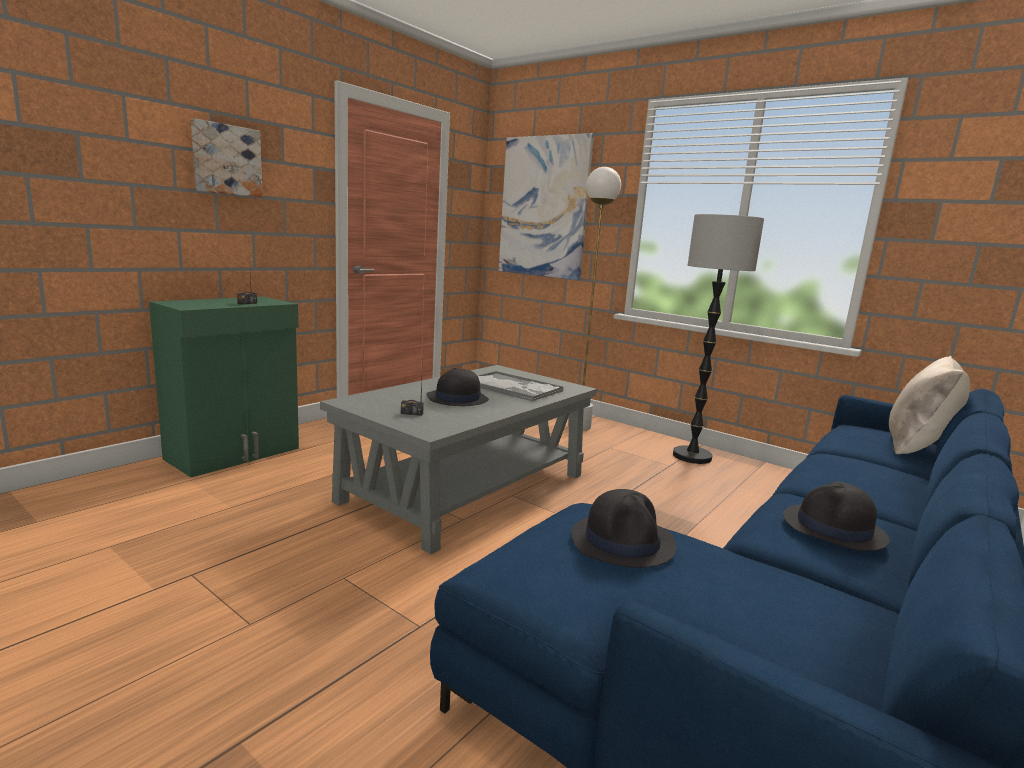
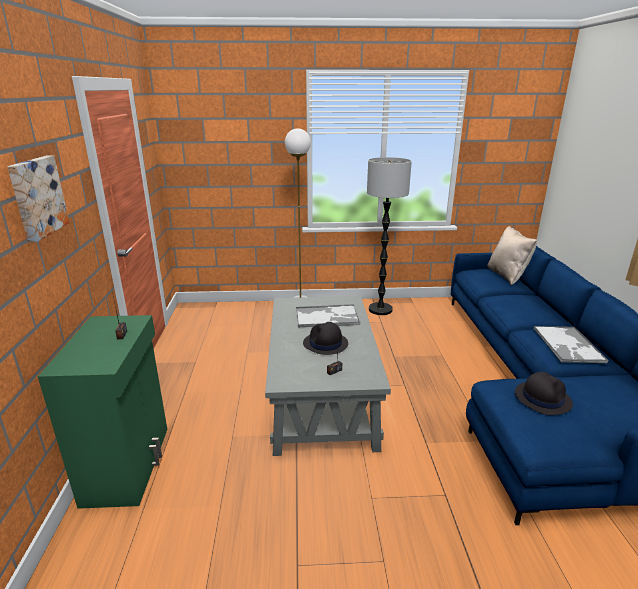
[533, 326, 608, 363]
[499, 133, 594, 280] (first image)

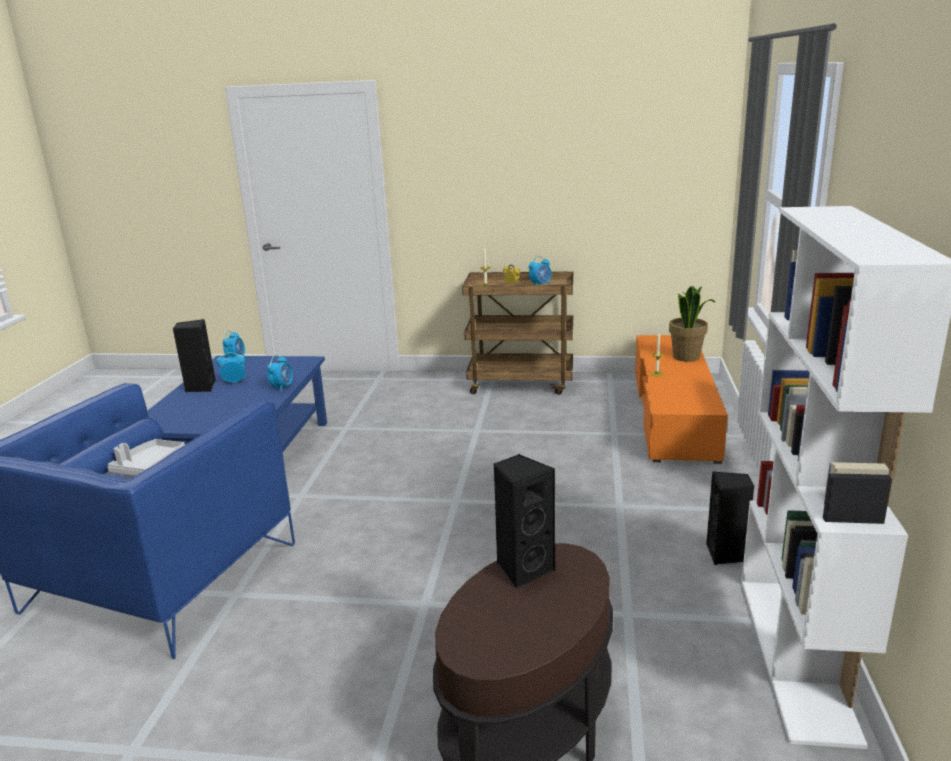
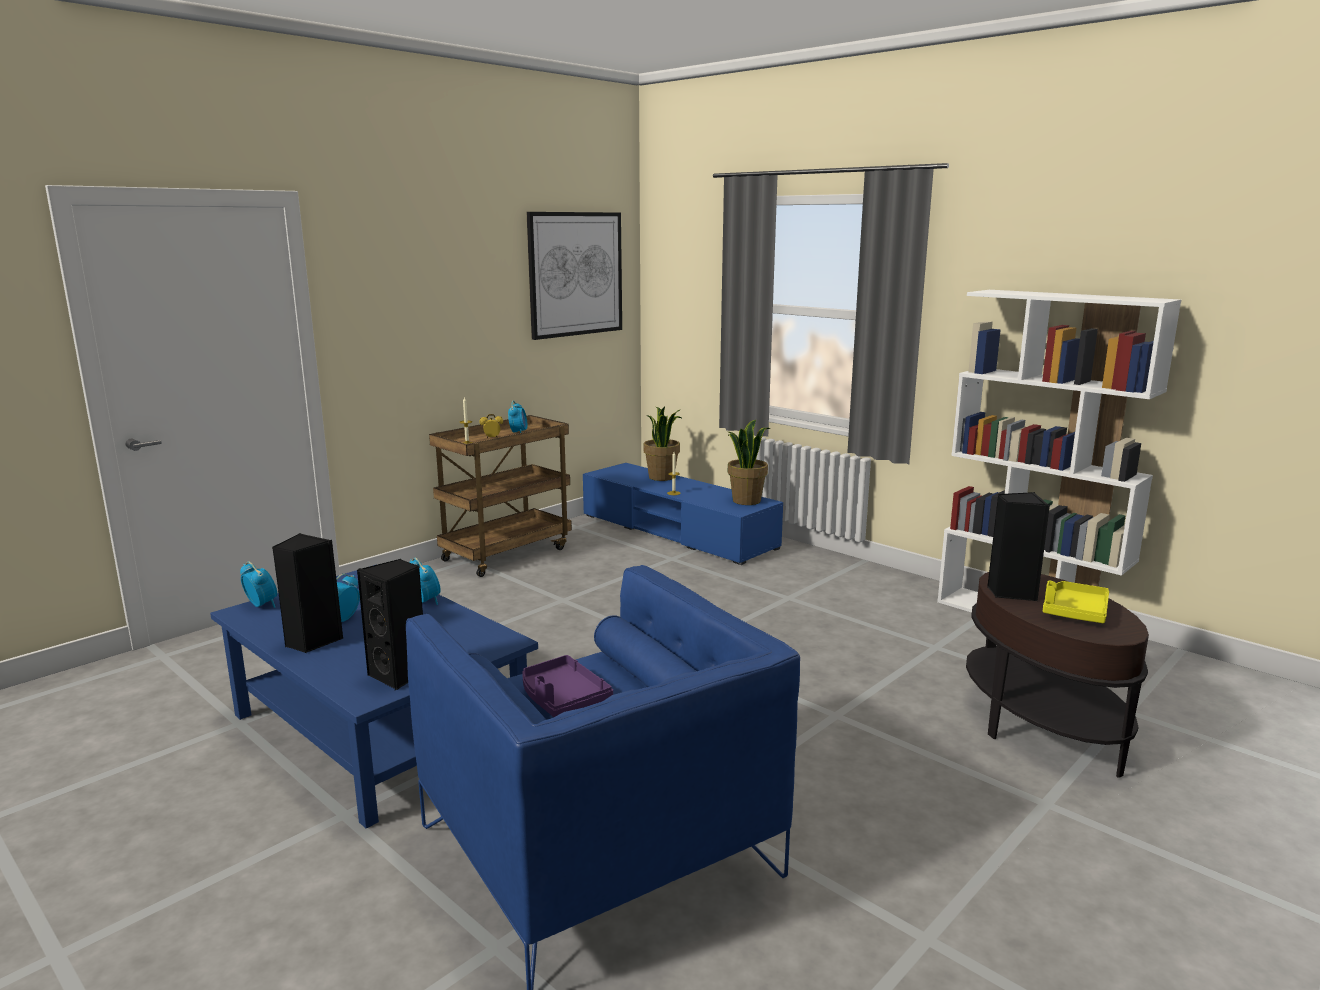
[357, 559, 423, 690]
[522, 655, 613, 717]
[526, 212, 622, 340]
[583, 463, 783, 565]
[728, 420, 771, 505]
[1043, 580, 1109, 623]

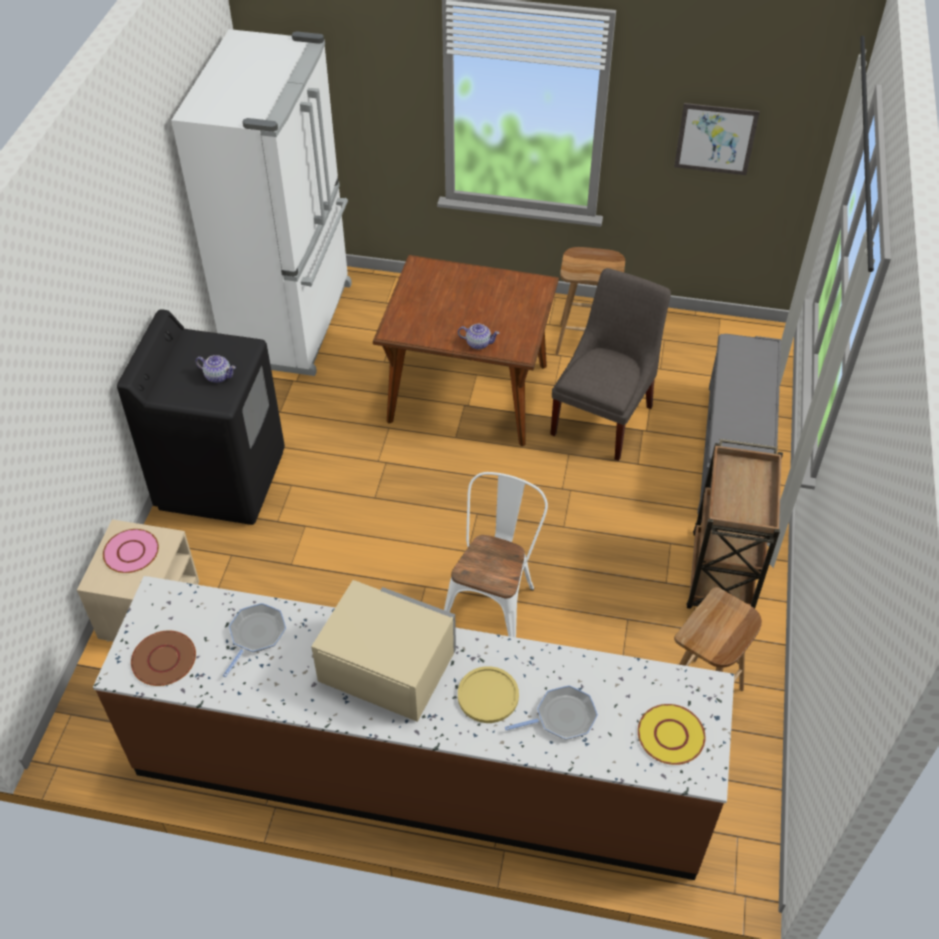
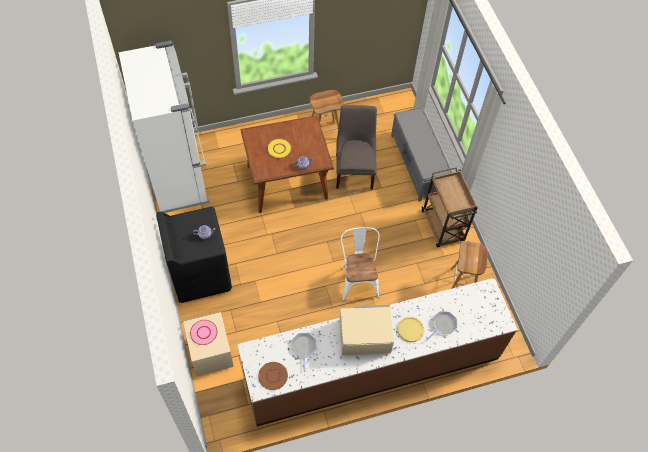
[267, 139, 292, 158]
[674, 103, 760, 175] (first image)

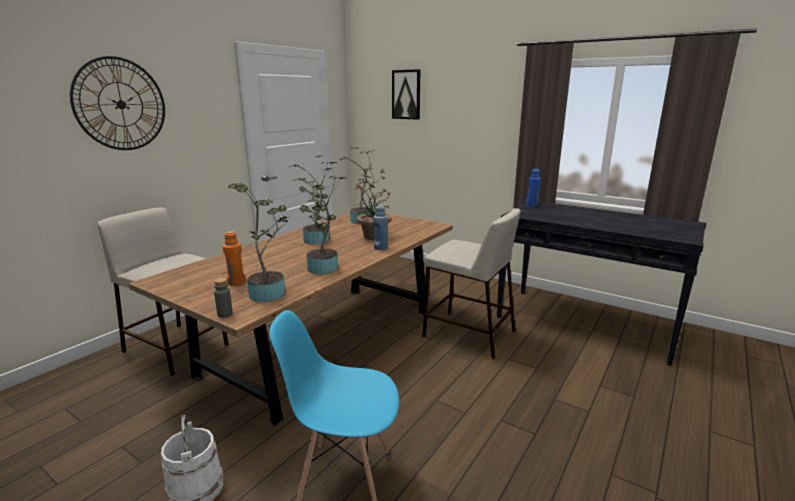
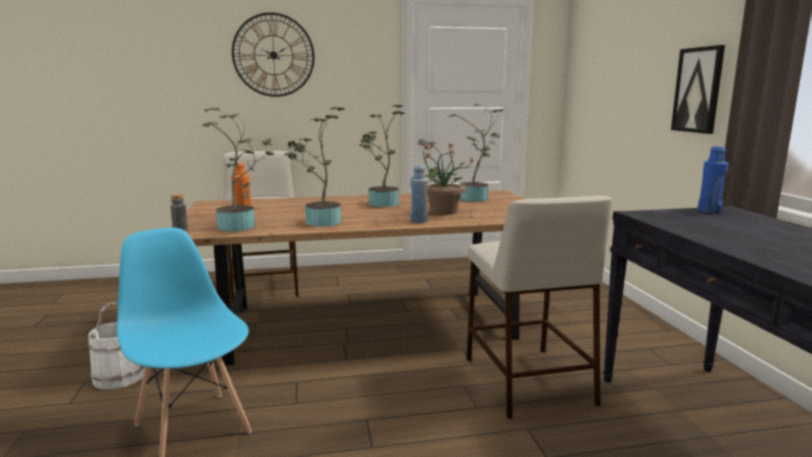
[671, 45, 725, 134]

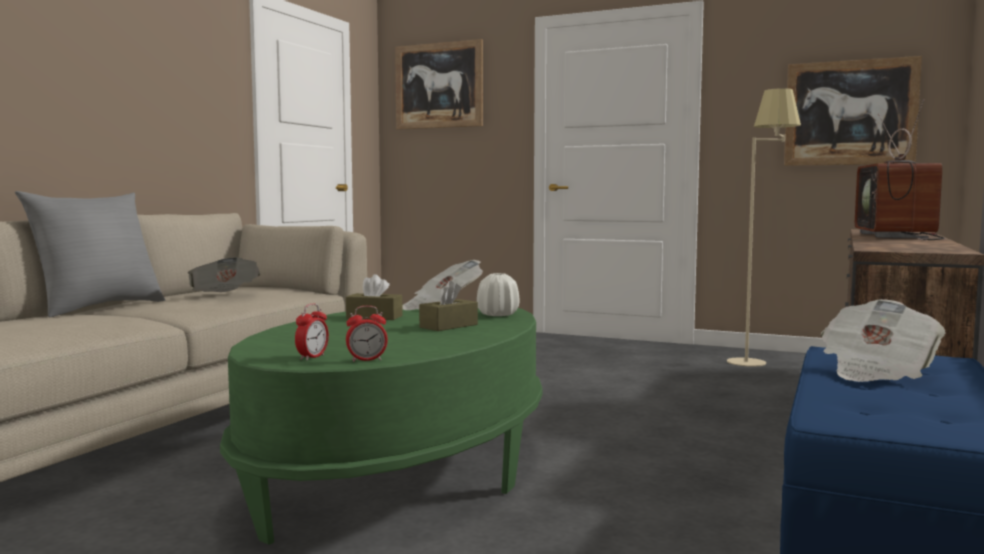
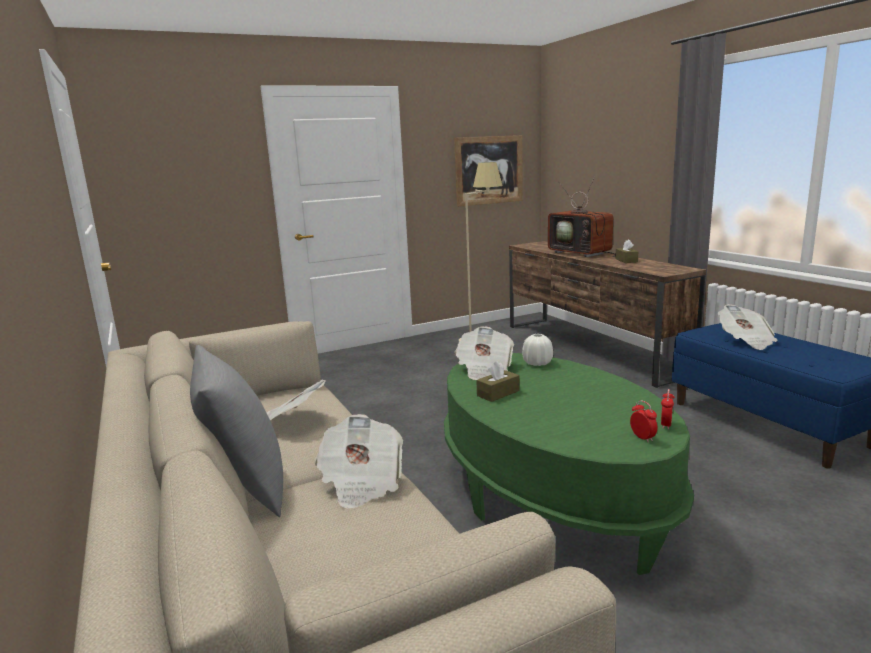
[315, 414, 403, 509]
[615, 239, 638, 263]
[395, 39, 483, 130] (first image)

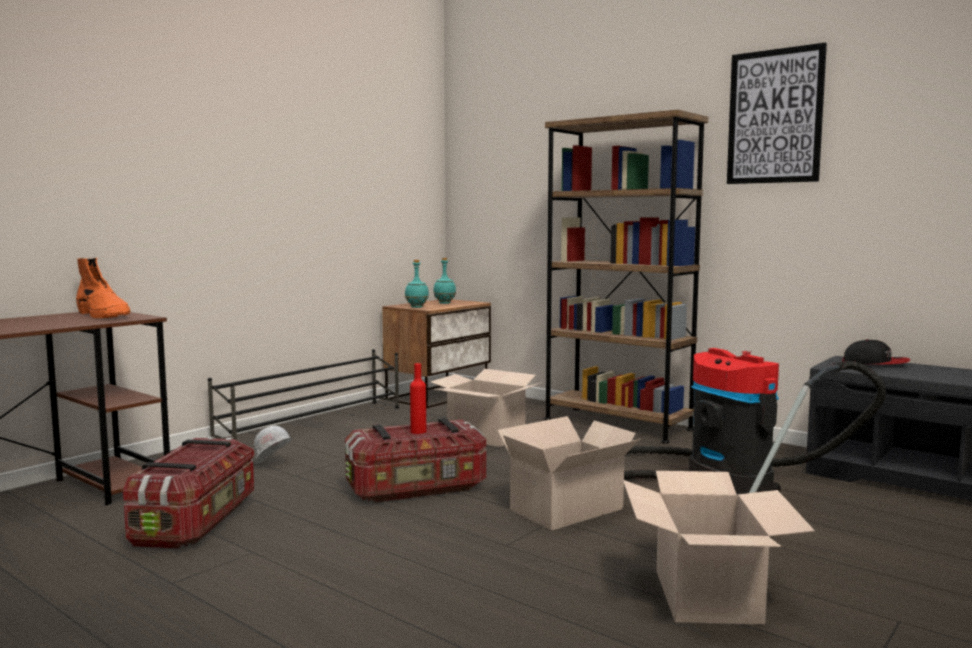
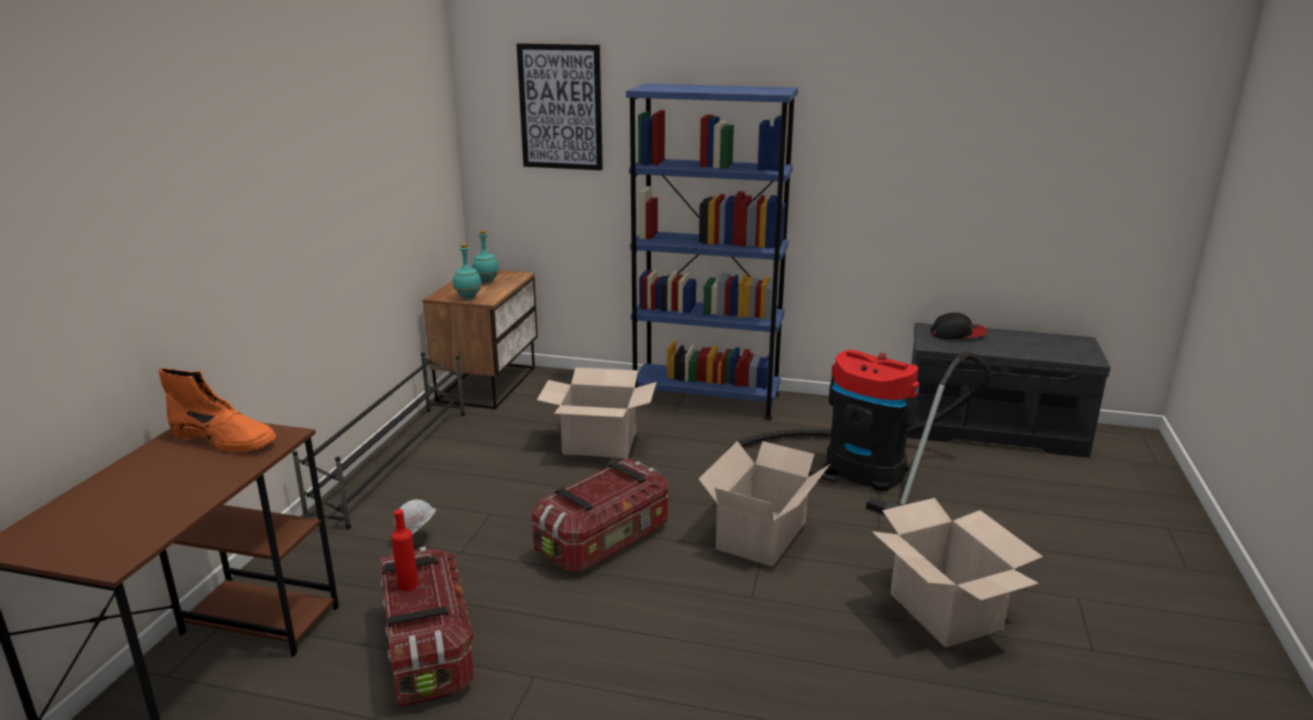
[391, 509, 418, 591]
[517, 43, 603, 171]
[626, 84, 798, 420]

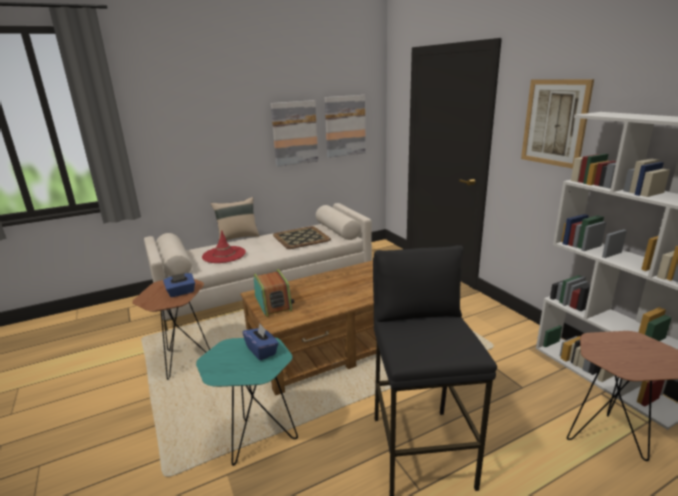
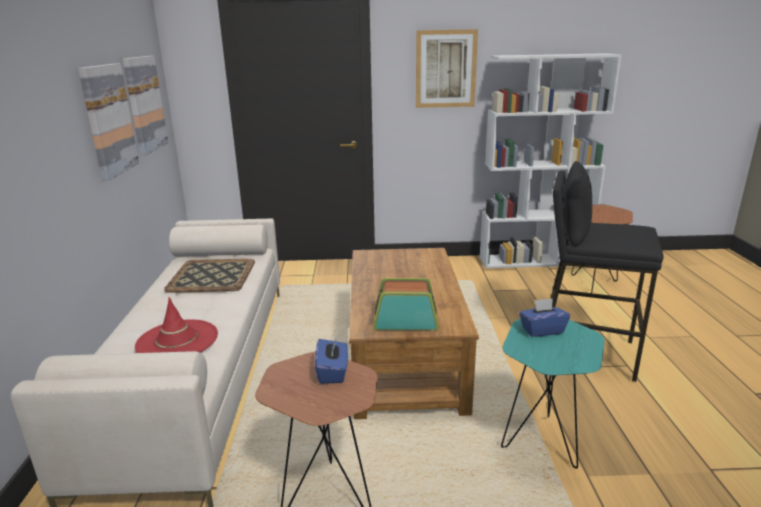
[210, 197, 260, 241] (first image)

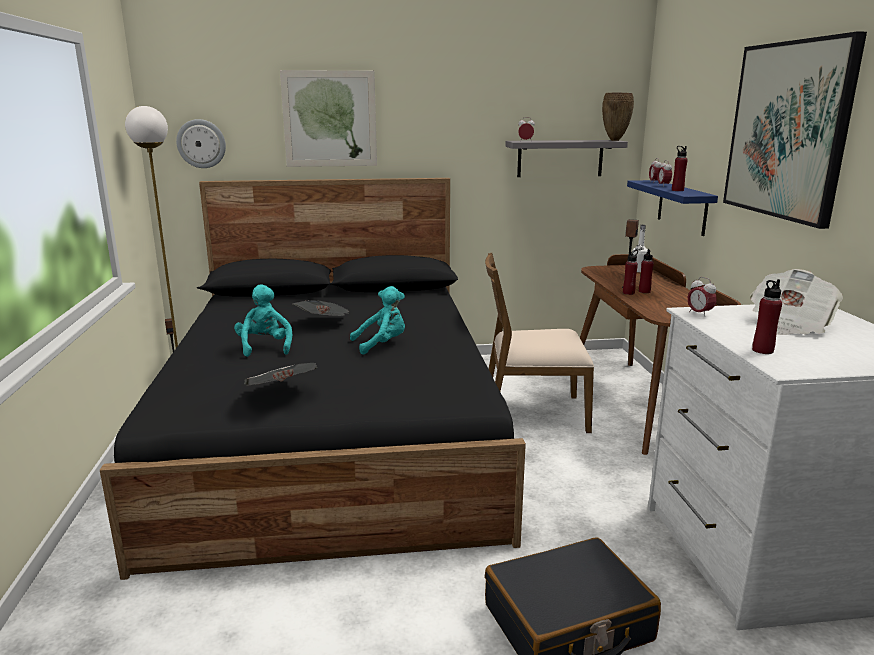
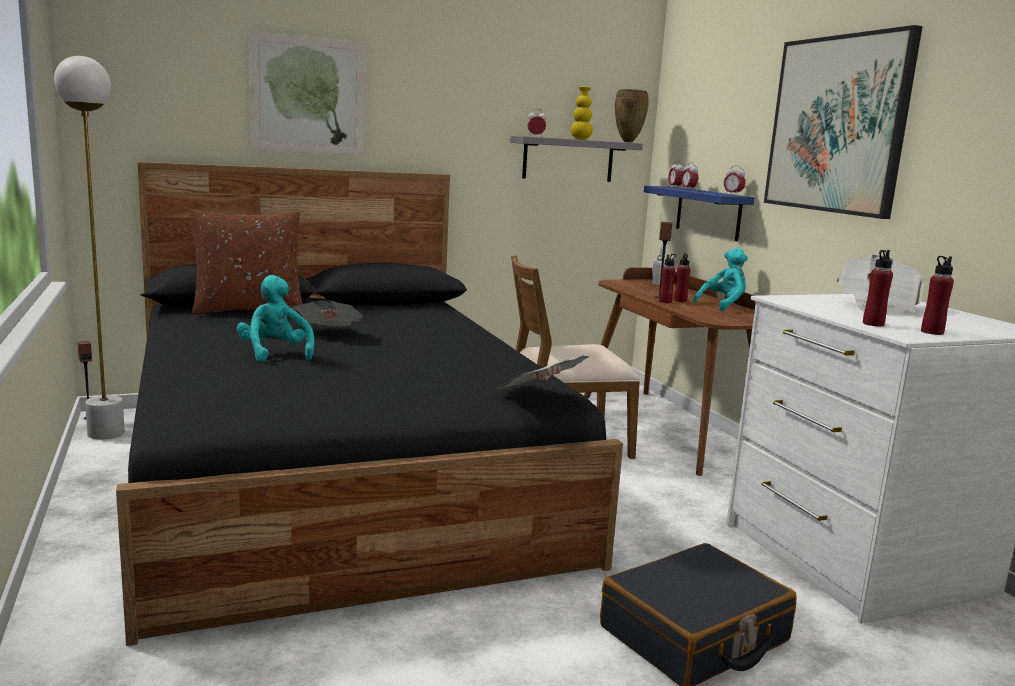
[189, 209, 303, 315]
[497, 355, 589, 389]
[571, 87, 593, 140]
[693, 248, 748, 311]
[724, 166, 745, 195]
[921, 256, 954, 335]
[176, 119, 226, 168] (first image)

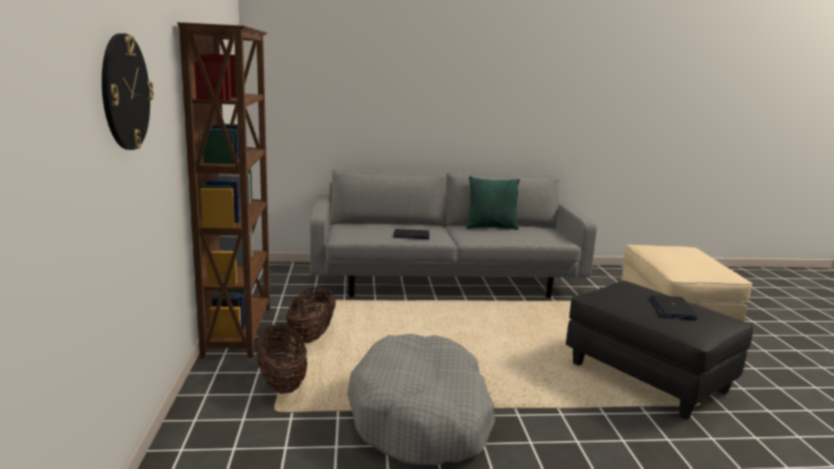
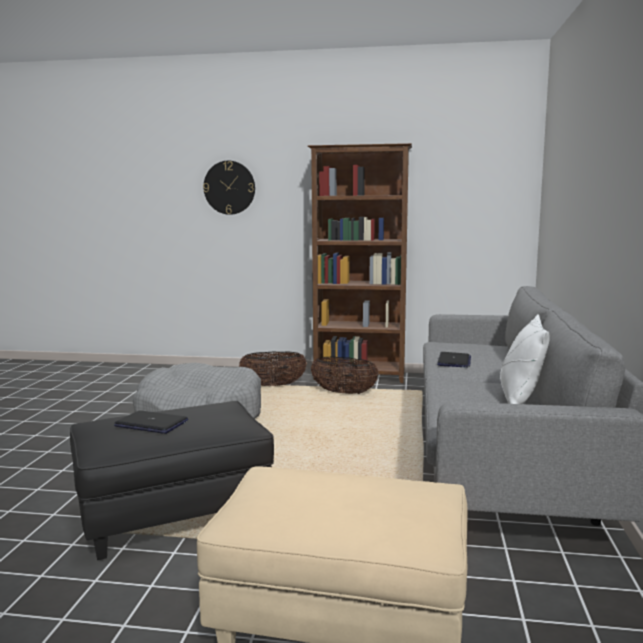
[500, 315, 550, 404]

